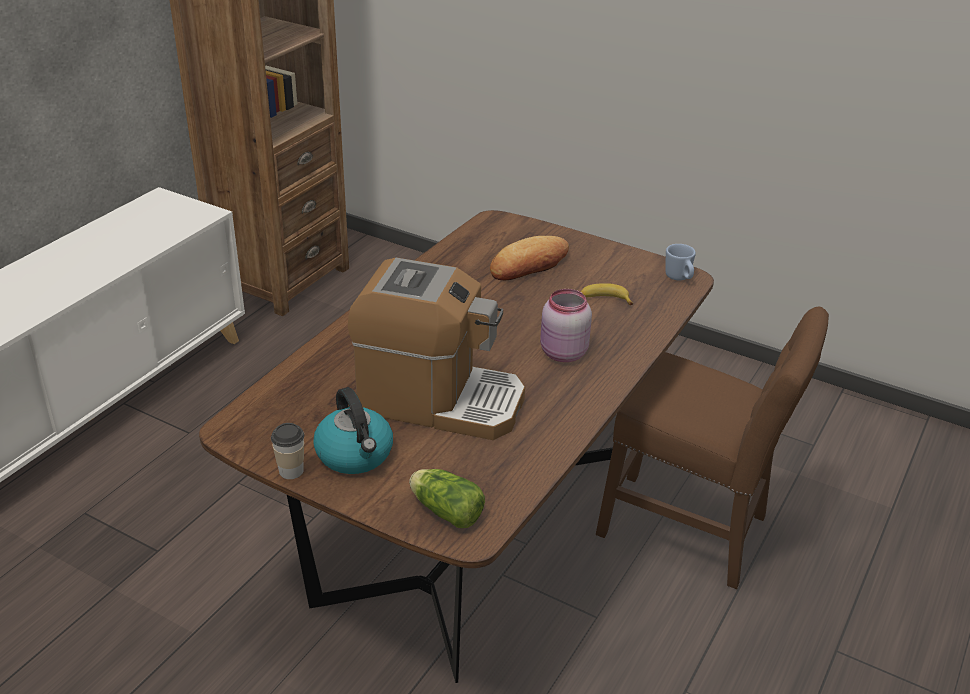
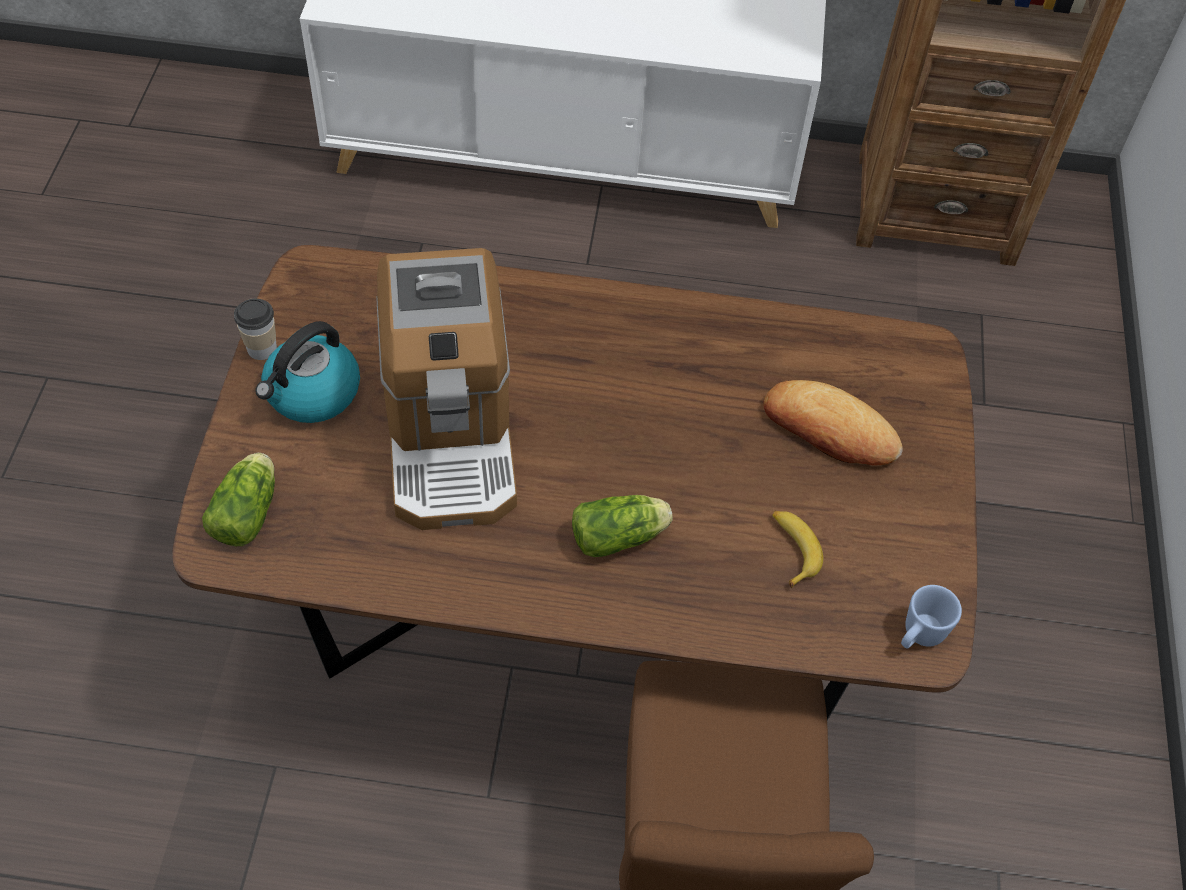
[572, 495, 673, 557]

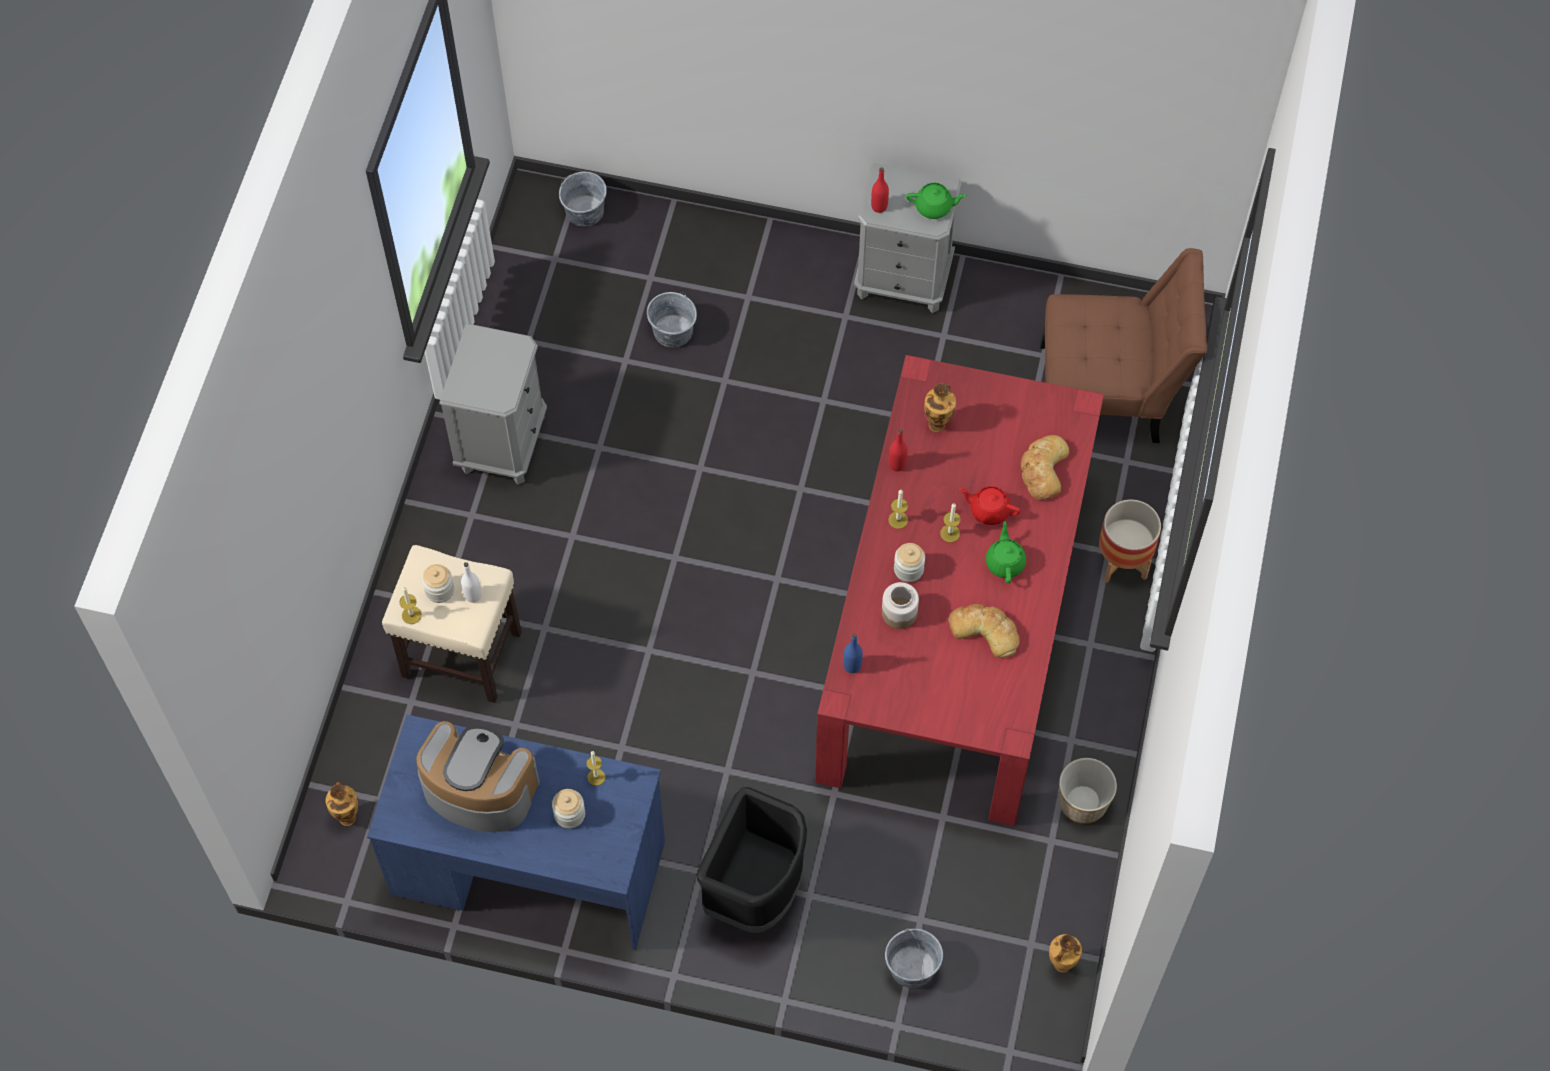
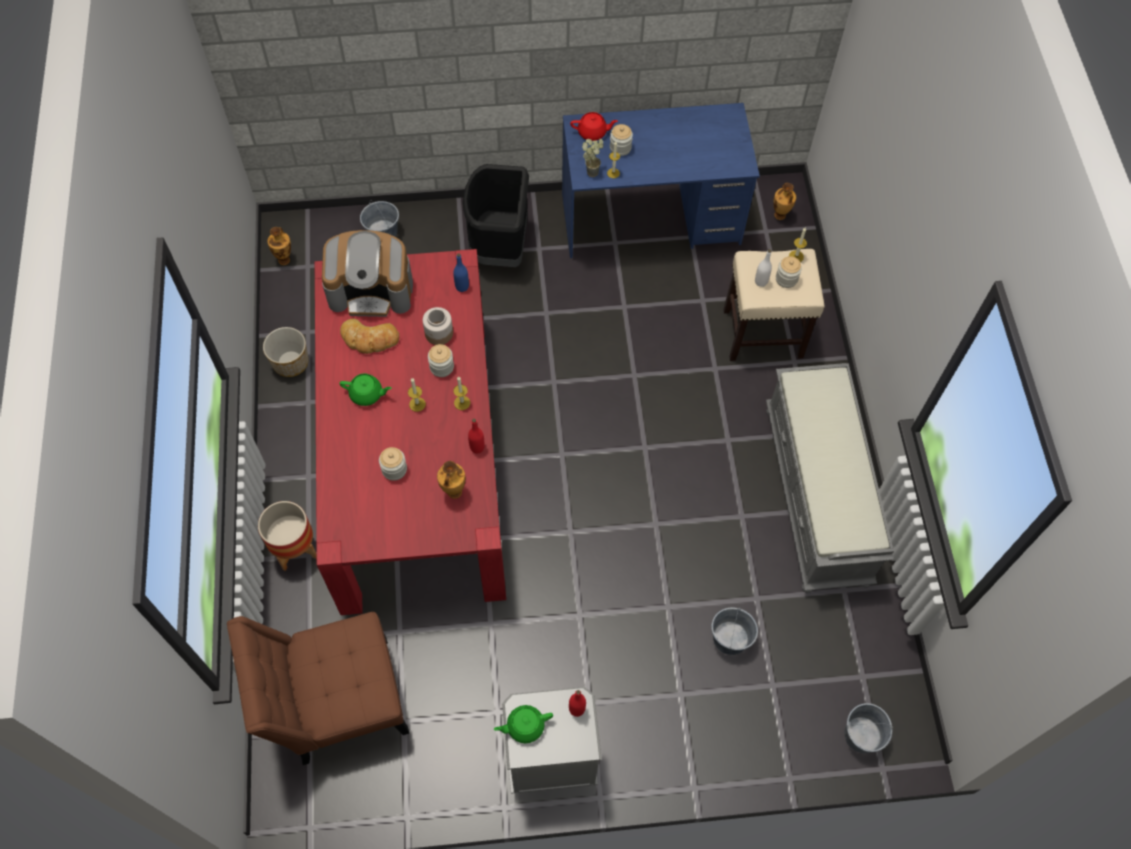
[322, 230, 413, 317]
[340, 374, 392, 406]
[379, 447, 407, 481]
[570, 112, 618, 141]
[582, 139, 603, 177]
[766, 363, 894, 593]
[1021, 435, 1069, 500] (first image)

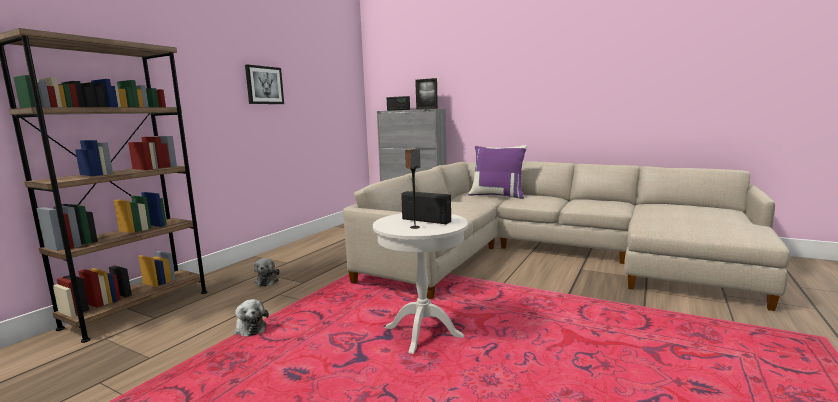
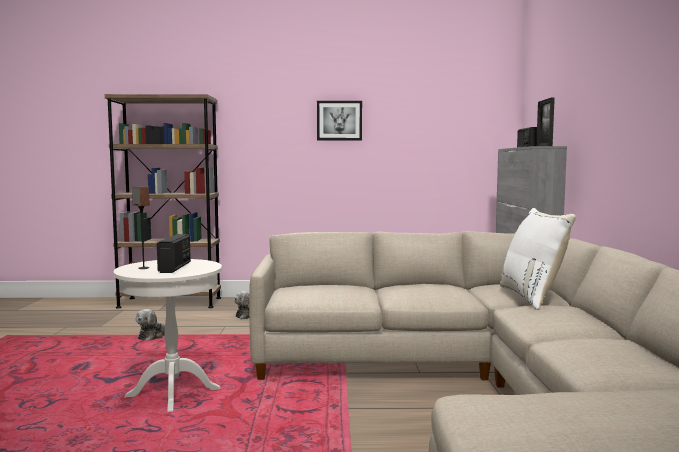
[500, 208, 576, 310]

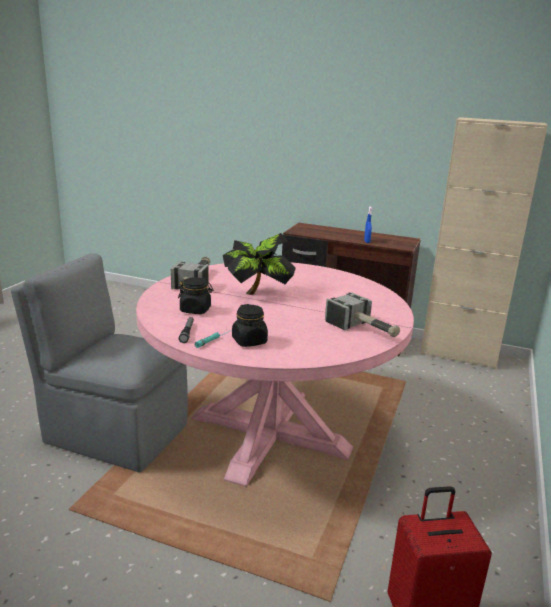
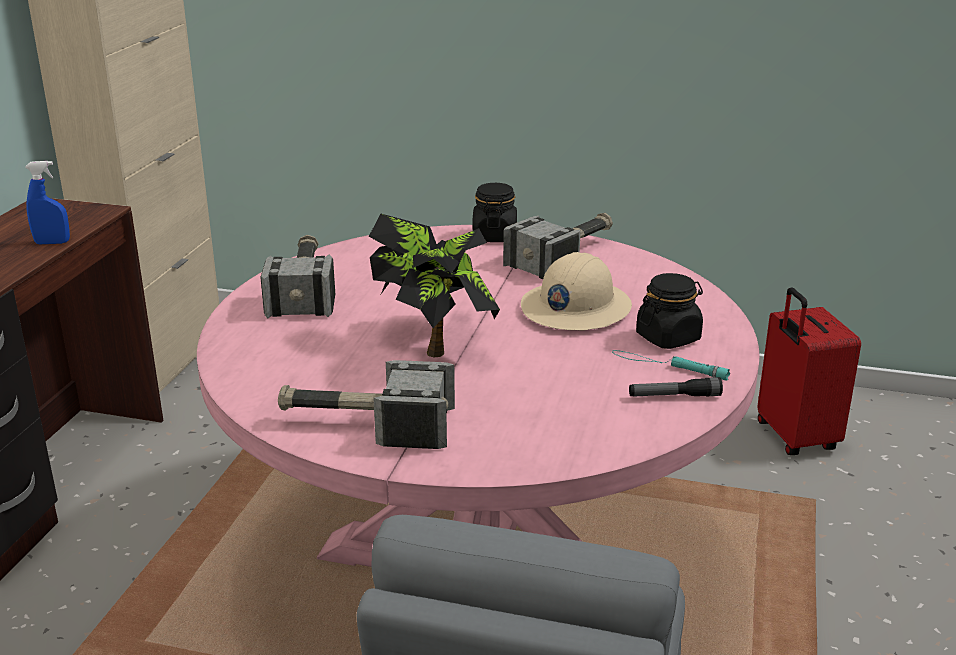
[260, 235, 335, 318]
[472, 183, 517, 242]
[521, 252, 632, 330]

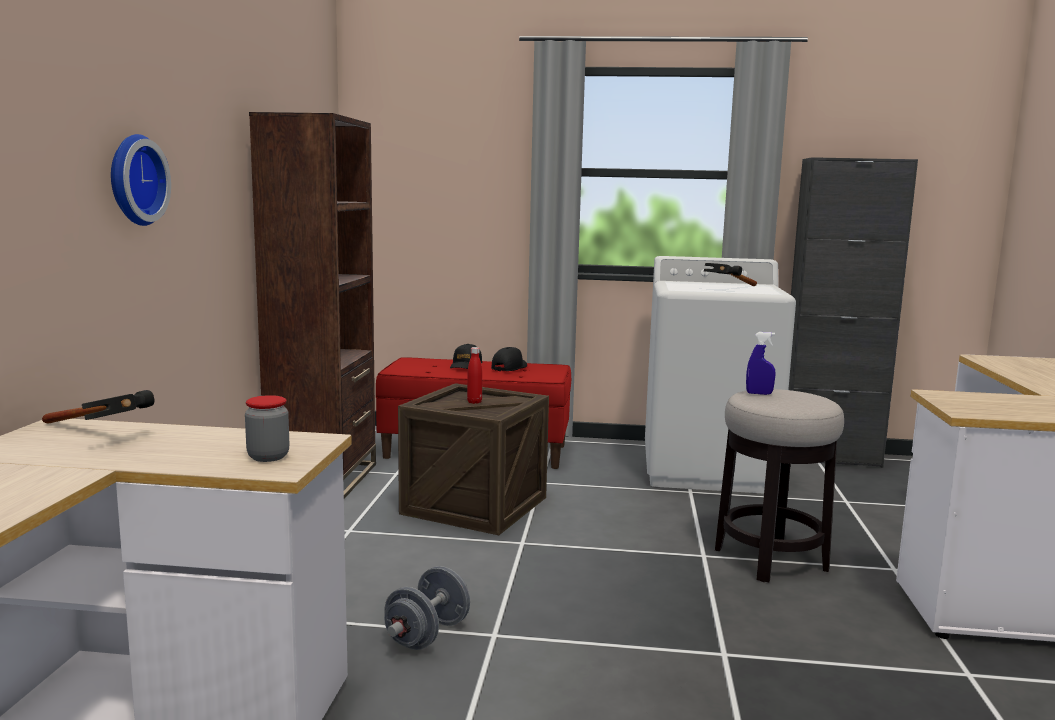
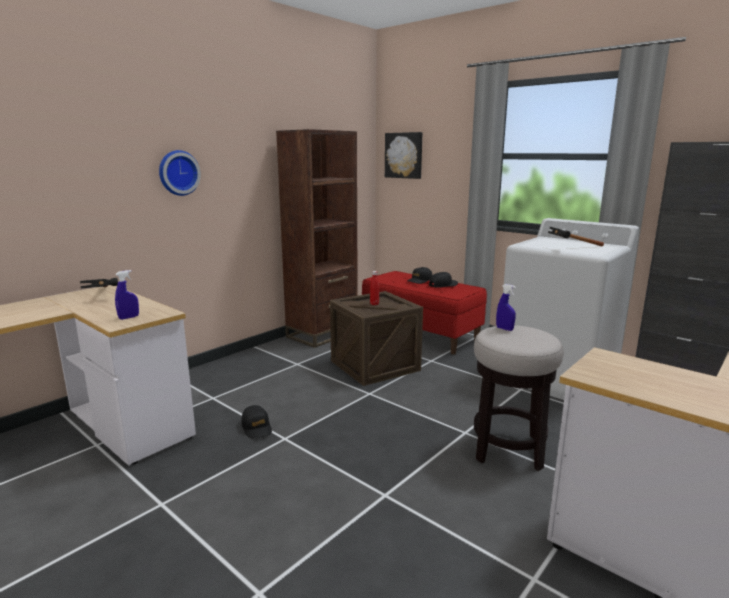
[115, 270, 139, 320]
[241, 405, 272, 438]
[385, 132, 422, 179]

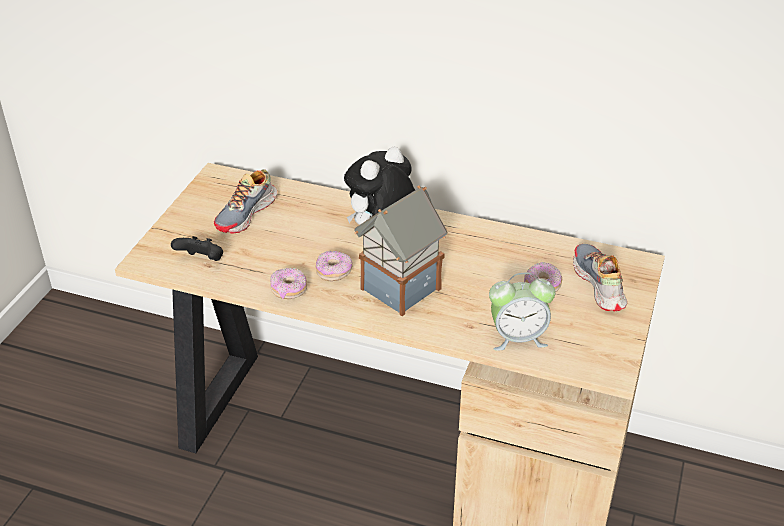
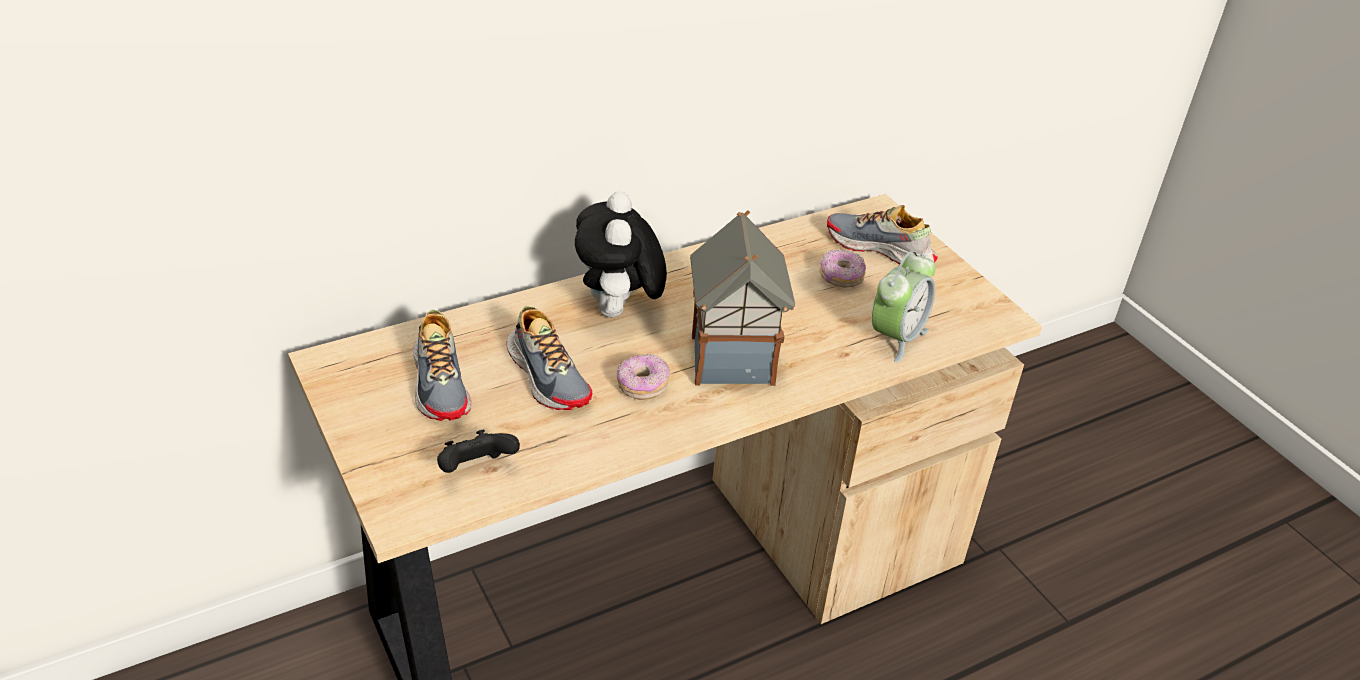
[507, 306, 593, 410]
[270, 268, 307, 299] (first image)

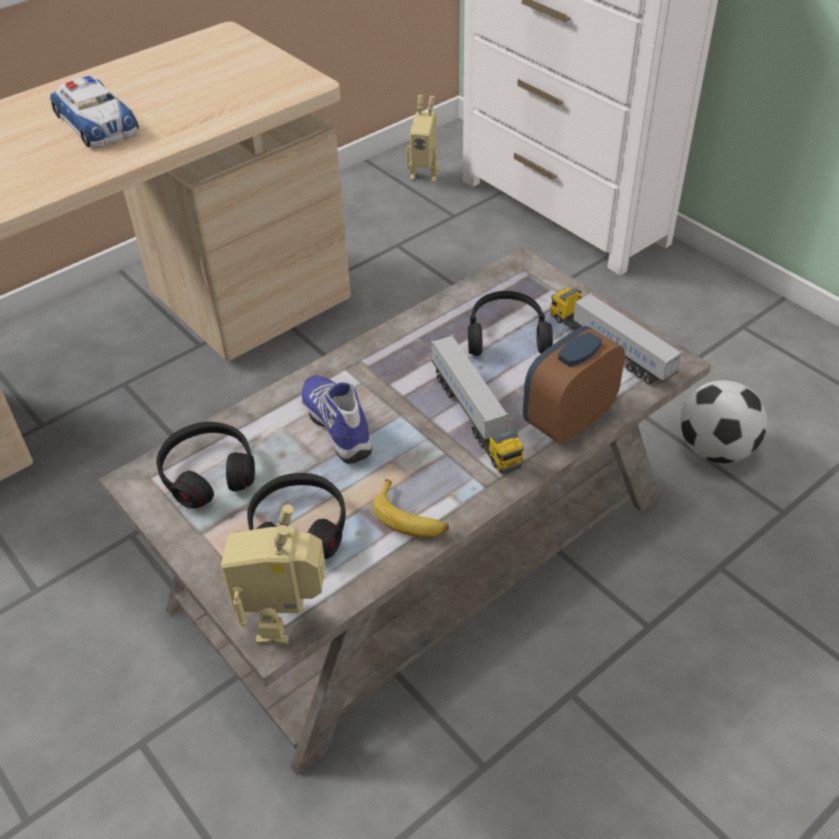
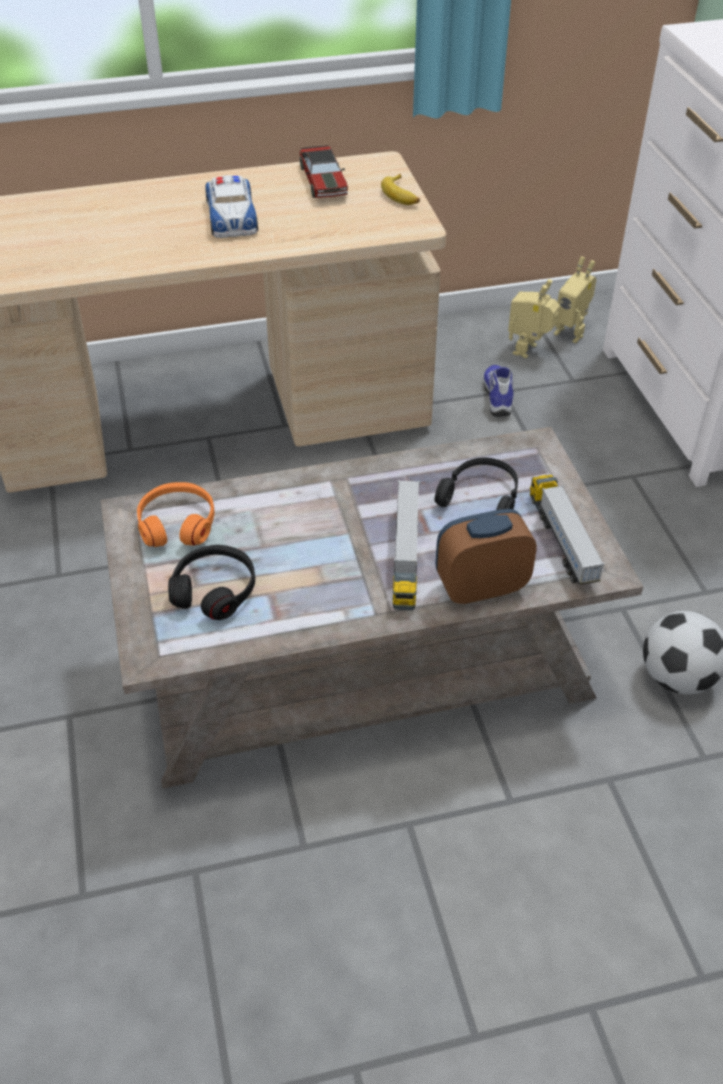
[137, 482, 215, 547]
[300, 145, 348, 198]
[381, 174, 420, 205]
[484, 365, 514, 417]
[508, 279, 560, 358]

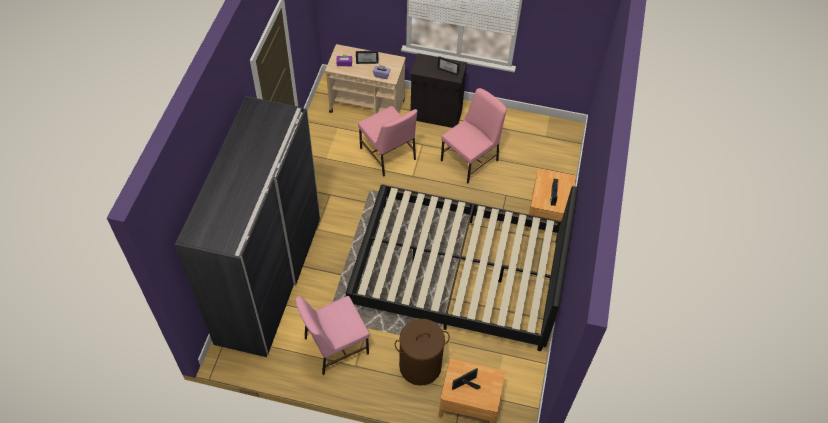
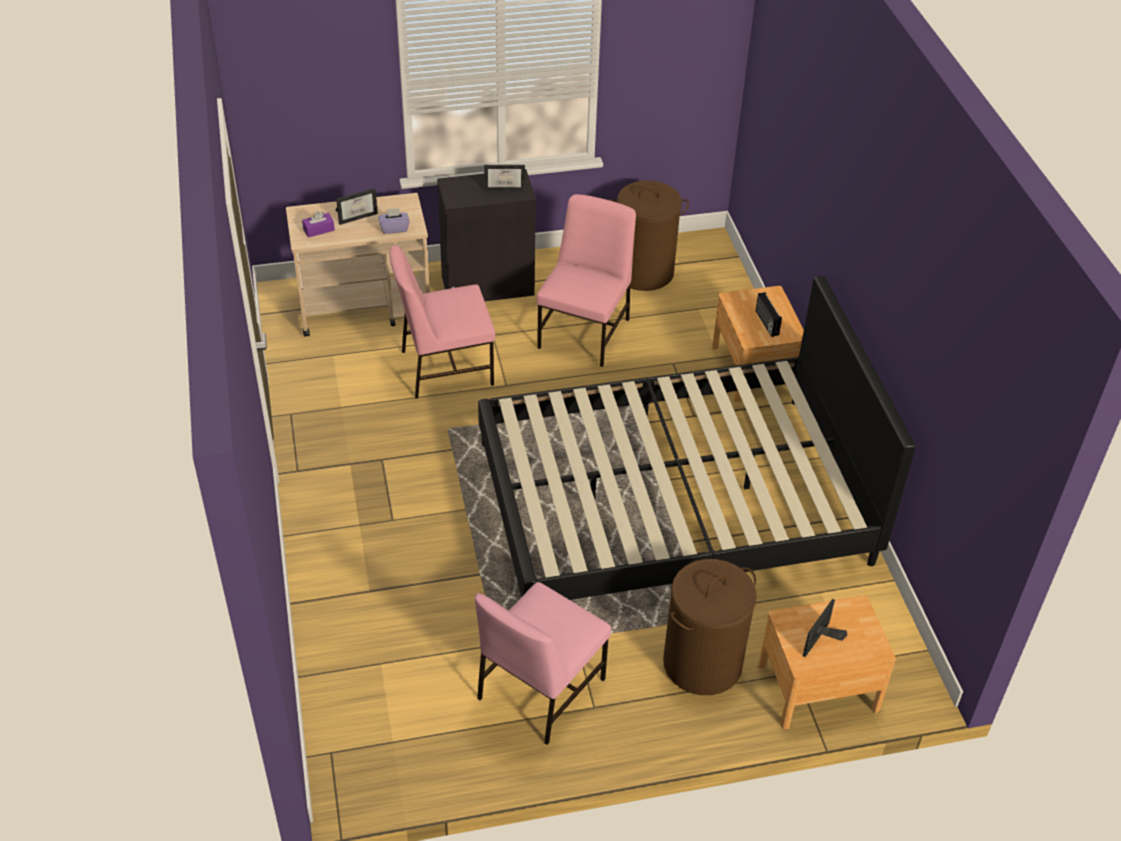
[390, 245, 495, 399]
[610, 180, 689, 291]
[175, 96, 320, 357] (first image)

